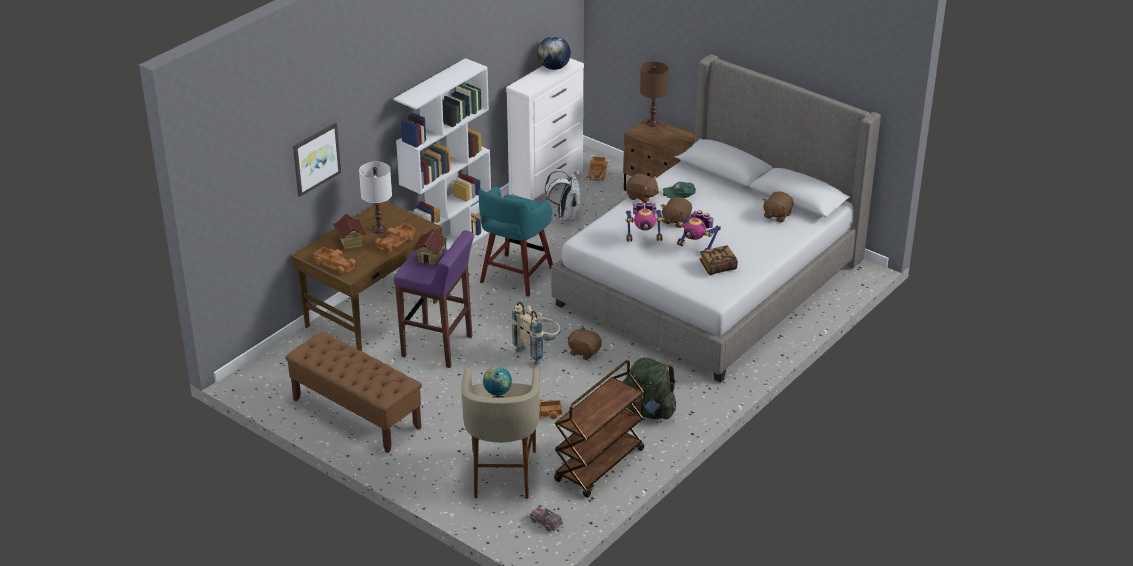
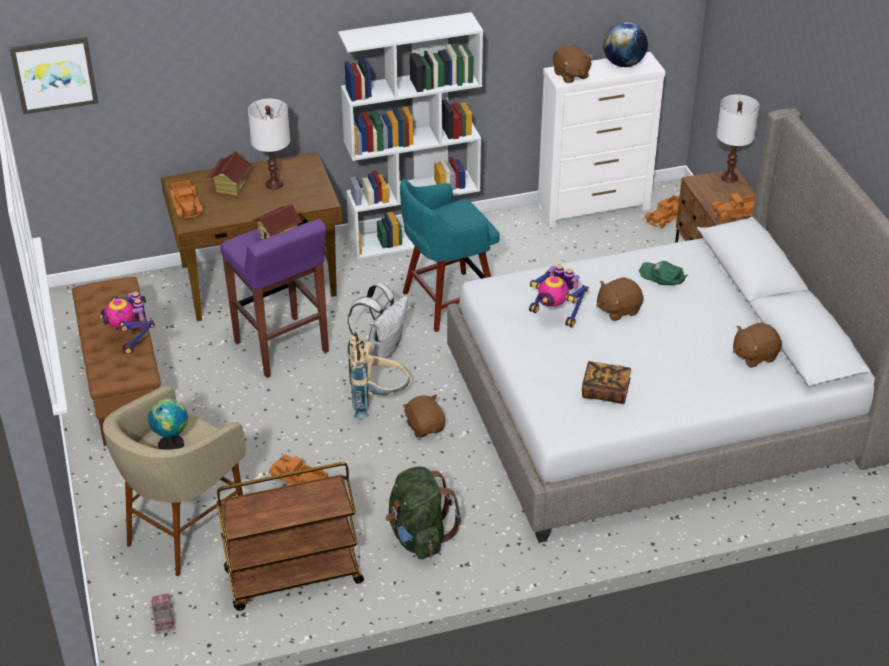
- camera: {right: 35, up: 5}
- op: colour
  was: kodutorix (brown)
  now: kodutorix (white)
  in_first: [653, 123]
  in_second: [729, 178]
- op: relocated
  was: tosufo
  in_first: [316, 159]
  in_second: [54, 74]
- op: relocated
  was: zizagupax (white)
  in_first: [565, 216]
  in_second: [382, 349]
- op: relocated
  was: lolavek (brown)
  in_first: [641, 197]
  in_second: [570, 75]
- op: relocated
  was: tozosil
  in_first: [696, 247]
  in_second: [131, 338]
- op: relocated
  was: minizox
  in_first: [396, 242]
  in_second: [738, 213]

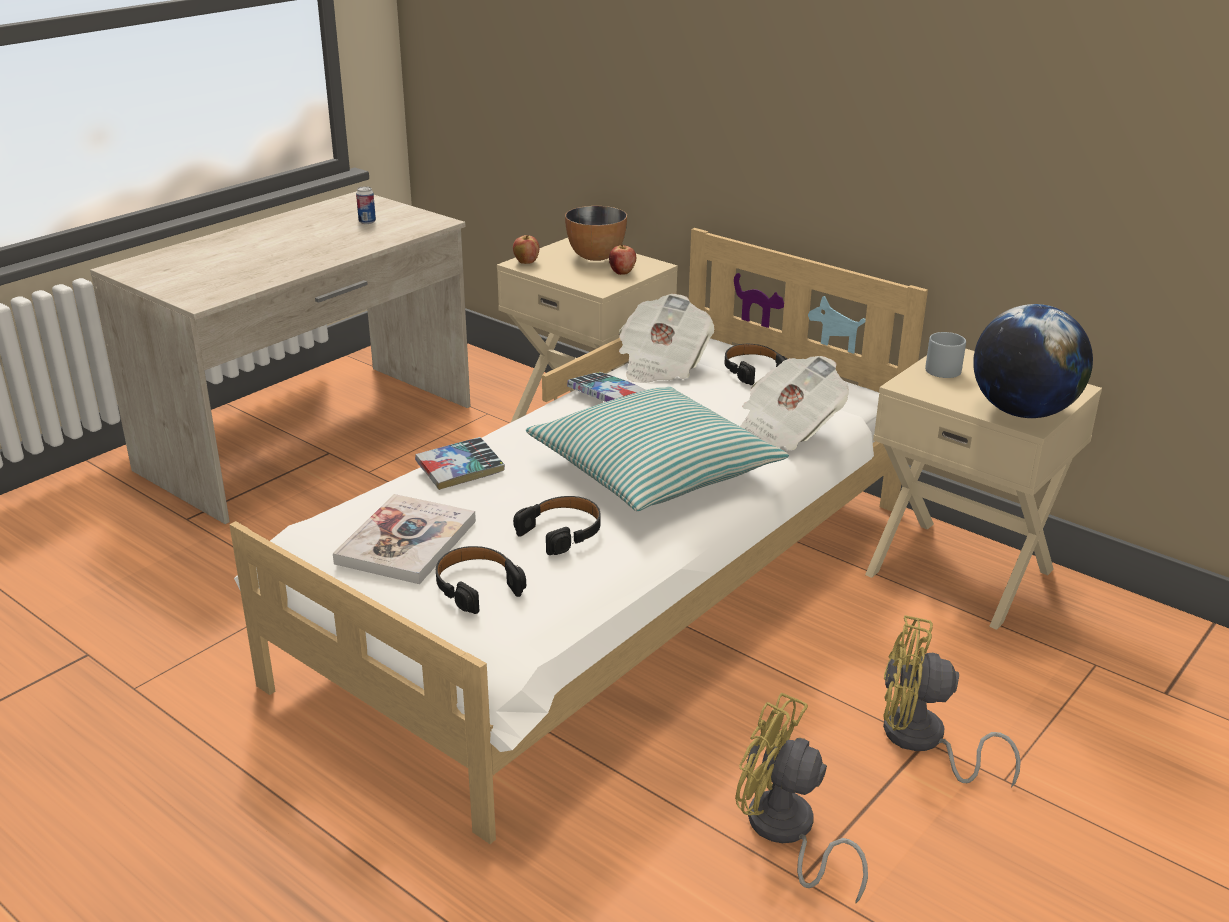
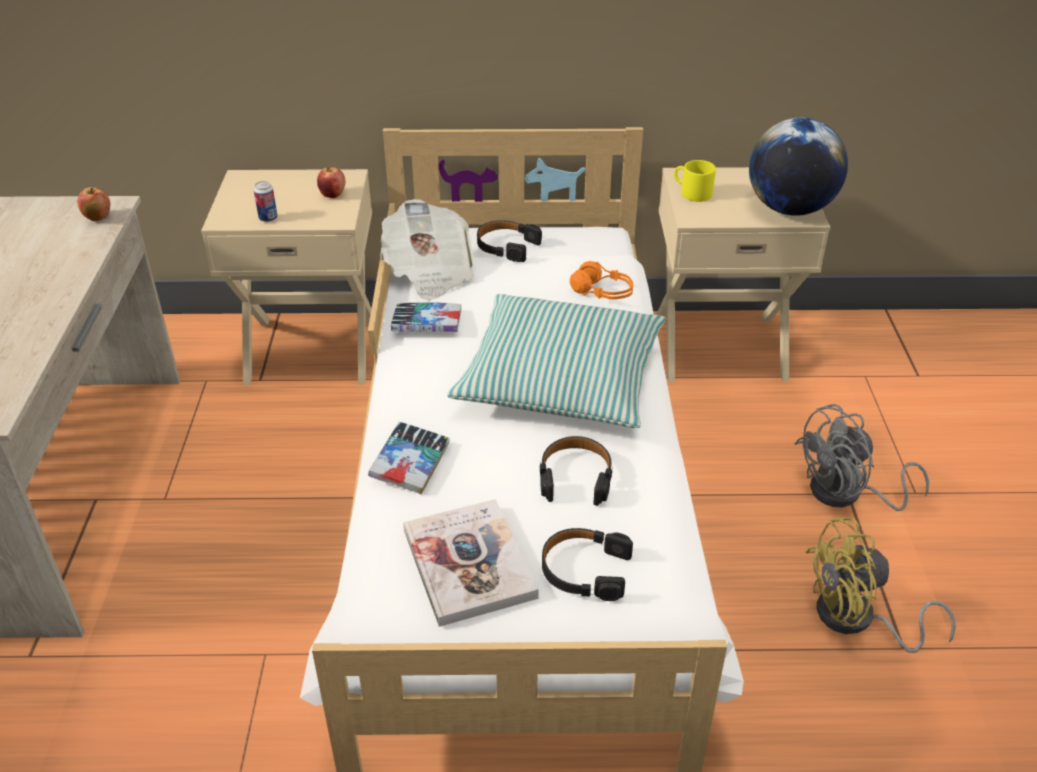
- camera: {right: -40, up: 10}
- op: relocated
  was: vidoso
  in_first: [367, 222]
  in_second: [268, 218]
- op: missing
  was: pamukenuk
  in_first: [595, 256]
- op: relocated
  was: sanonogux
  in_first: [526, 262]
  in_second: [98, 218]
- op: colour
  was: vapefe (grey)
  now: vapefe (yellow)
  in_first: [939, 368]
  in_second: [691, 193]
- op: exchanged
  was: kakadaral
  now: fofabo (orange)
  in_first: [786, 430]
  in_second: [602, 292]
- op: colour
  was: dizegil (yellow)
  now: dizegil (grey)
  in_first: [922, 741]
  in_second: [846, 494]

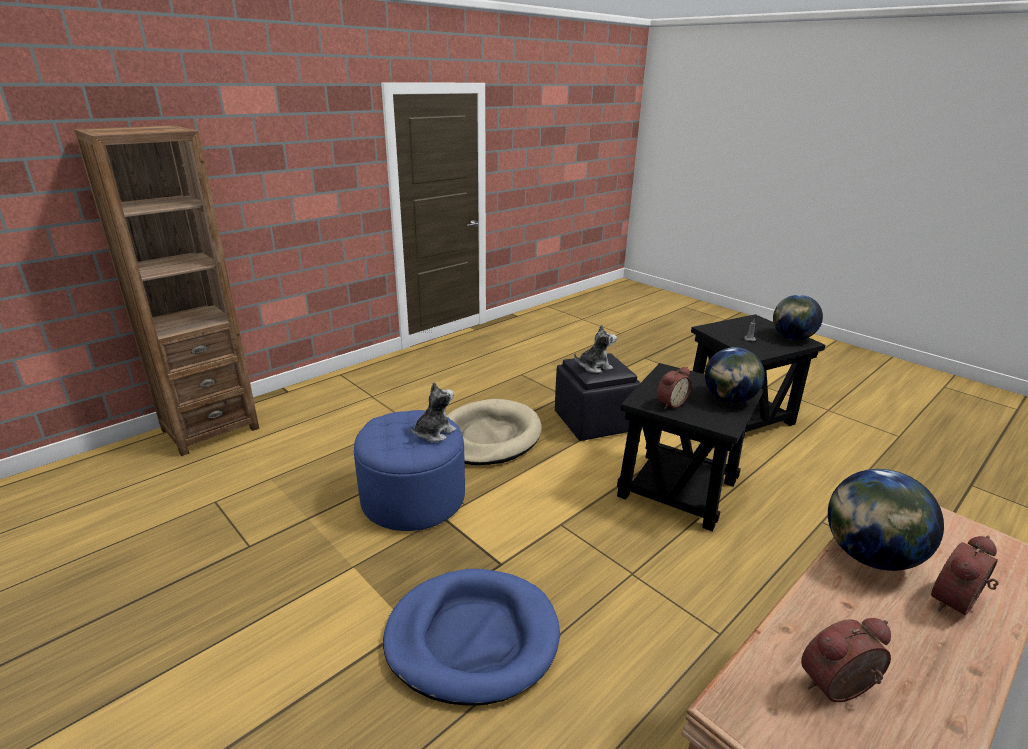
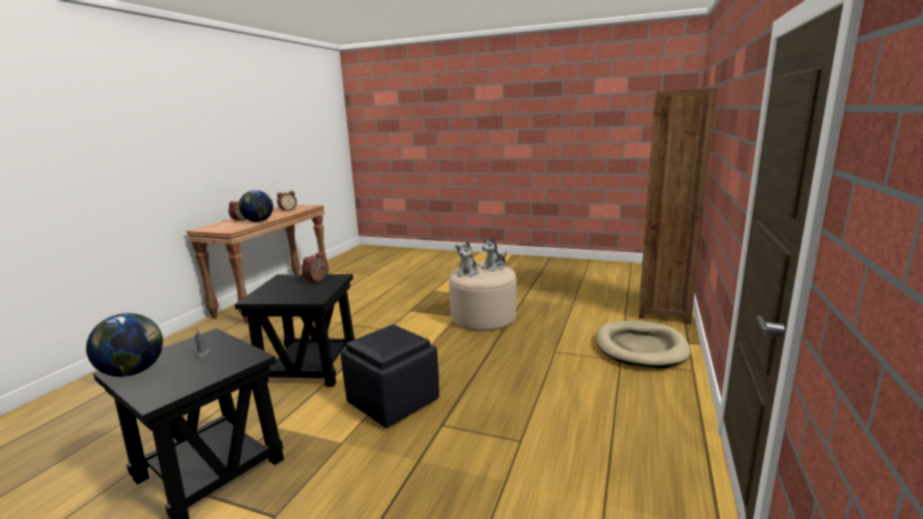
- camera: {right: 155, up: -10}
- op: relocated
  was: lolavek
  in_first: [594, 367]
  in_second: [494, 267]
- op: missing
  was: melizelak
  in_first: [729, 399]
- op: relocated
  was: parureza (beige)
  in_first: [488, 436]
  in_second: [640, 347]
- op: colour
  was: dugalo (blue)
  now: dugalo (beige)
  in_first: [413, 498]
  in_second: [483, 317]
- op: missing
  was: parureza (blue)
  in_first: [472, 638]

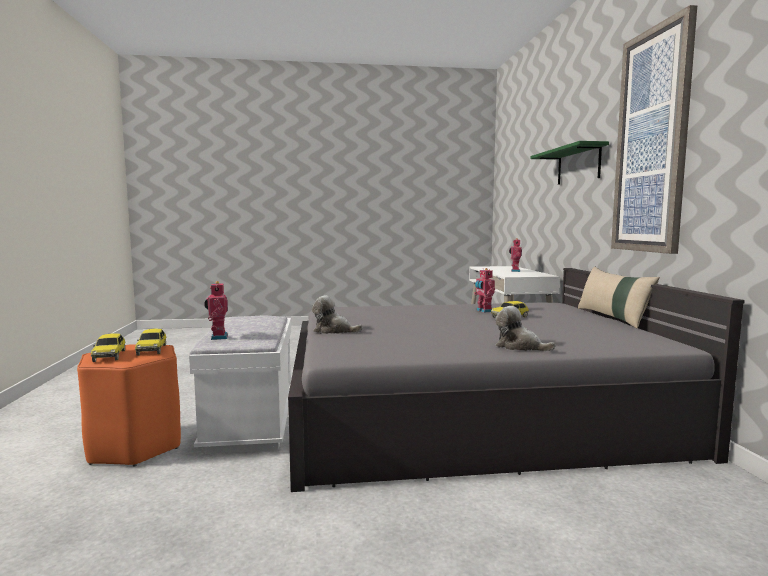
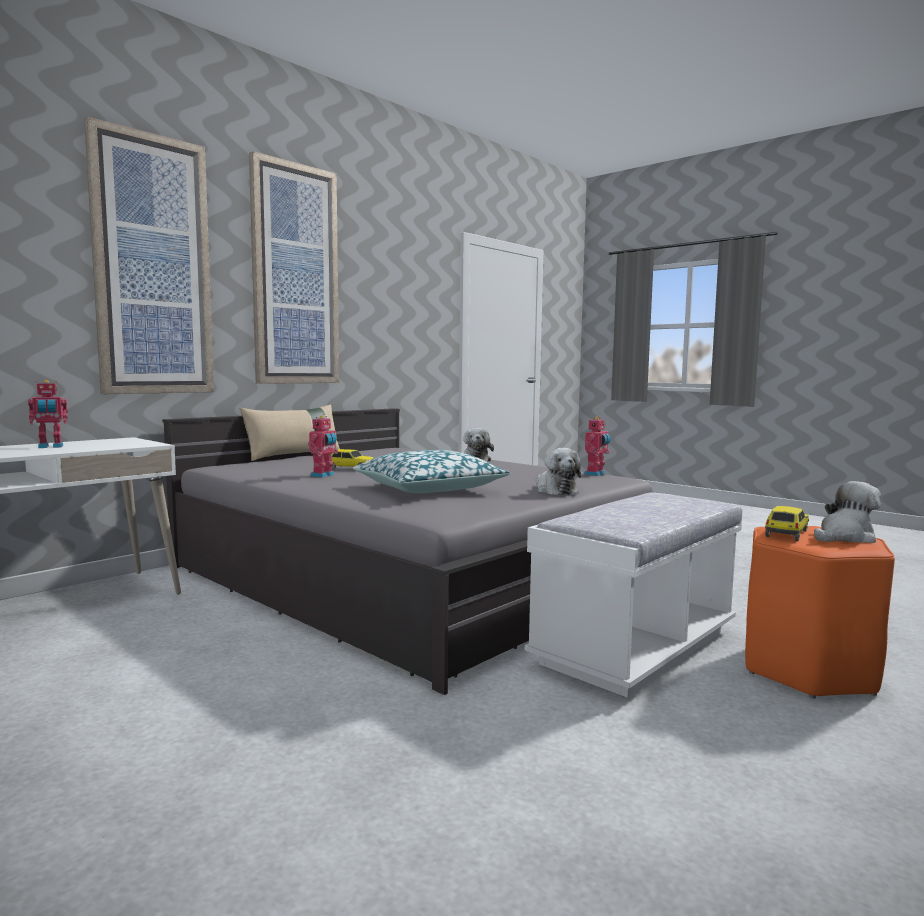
- camera: {right: -130, up: 0}
- op: exchanged
  was: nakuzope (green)
  now: tosufo
  in_first: [578, 165]
  in_second: [152, 266]
- op: relocated
  was: tozosil
  in_first: [217, 337]
  in_second: [596, 474]
- op: exchanged
  was: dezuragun
  now: lolavek
  in_first: [109, 356]
  in_second: [845, 537]
- op: appeared
  now: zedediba
  in_second: [429, 488]

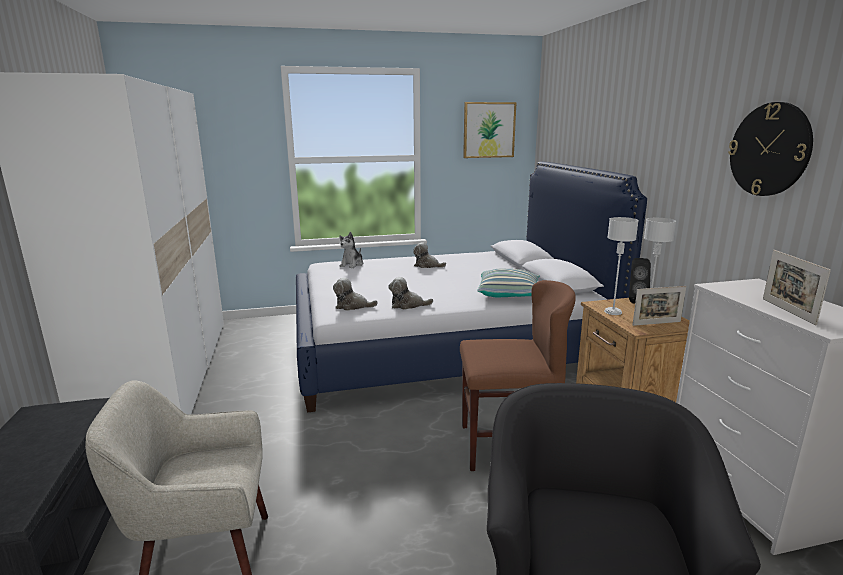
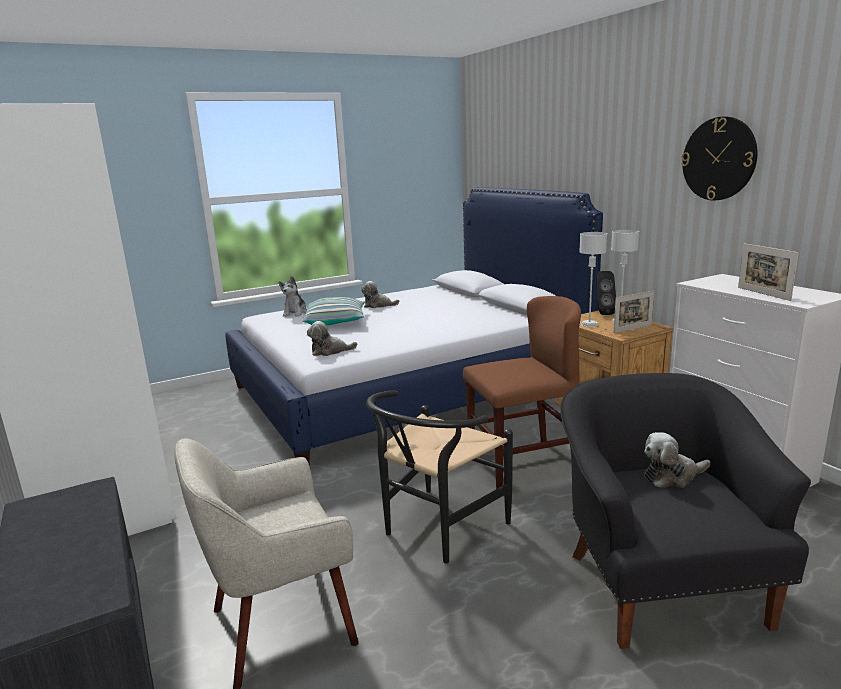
- camera: {right: -15, up: 0}
- op: missing
  was: tosufo
  in_first: [489, 130]
- op: relocated
  was: zedediba
  in_first: [508, 294]
  in_second: [335, 322]
- op: relocated
  was: lolavek
  in_first: [407, 305]
  in_second: [672, 476]
- op: appeared
  now: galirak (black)
  in_second: [437, 530]

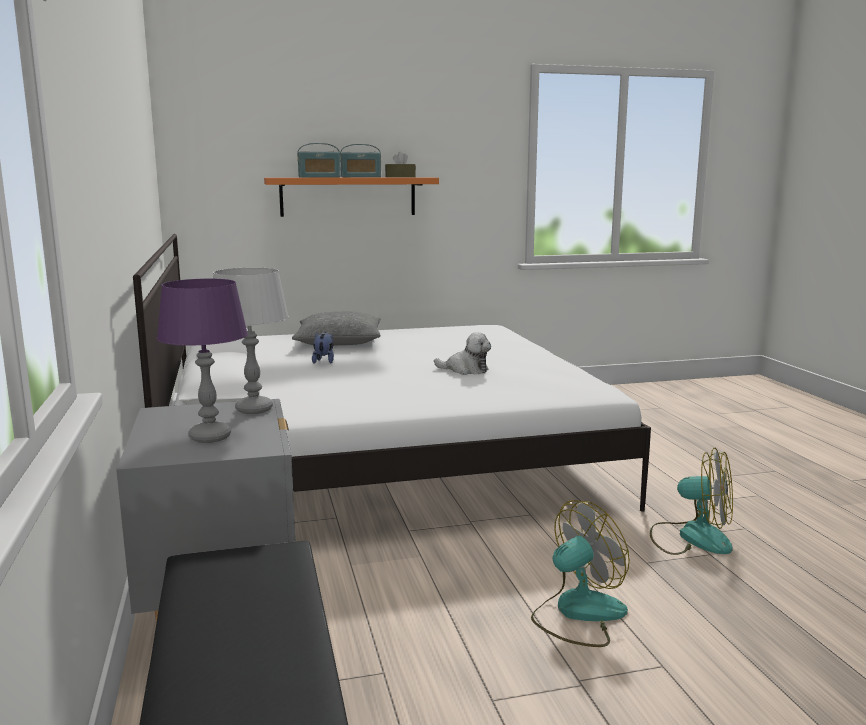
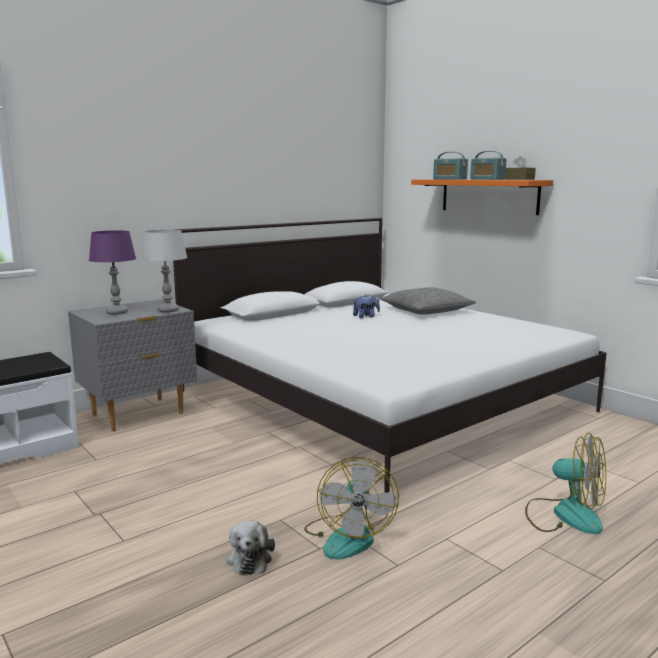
- camera: {right: 65, up: 0}
- op: relocated
  was: lolavek
  in_first: [465, 370]
  in_second: [249, 558]
- op: relocated
  was: dizegil
  in_first: [578, 613]
  in_second: [565, 515]

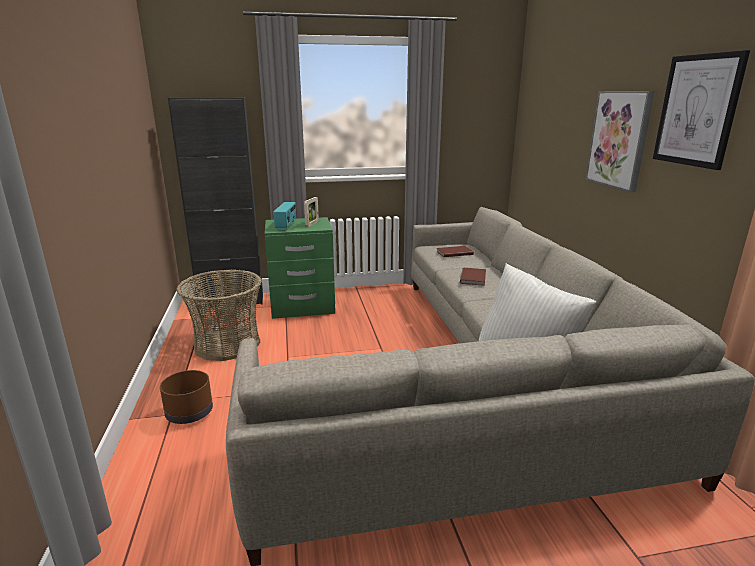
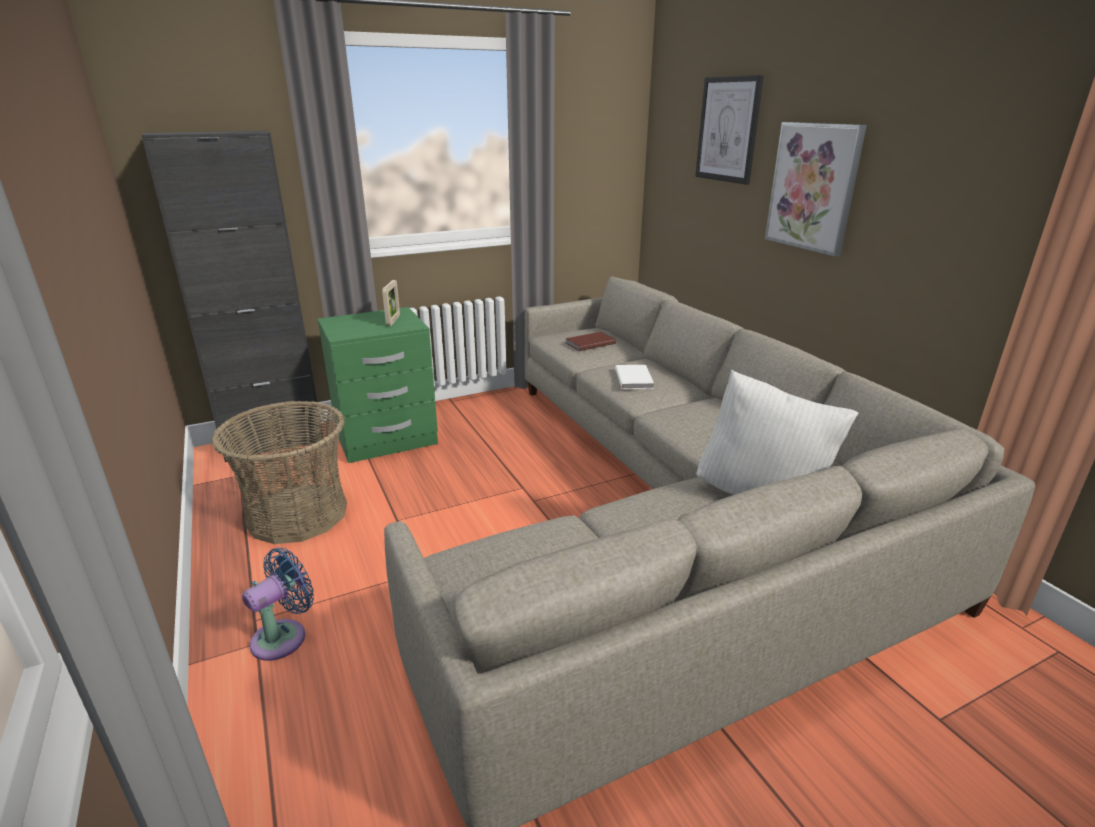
- camera: {right: -15, up: 5}
- op: relocated
  was: tosufo
  in_first: [697, 110]
  in_second: [728, 129]
- op: missing
  was: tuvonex
  in_first: [286, 225]
- op: colour
  was: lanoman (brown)
  now: lanoman (white)
  in_first: [474, 278]
  in_second: [634, 378]
- op: exchanged
  was: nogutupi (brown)
  now: dizegil (blue)
  in_first: [189, 413]
  in_second: [284, 636]

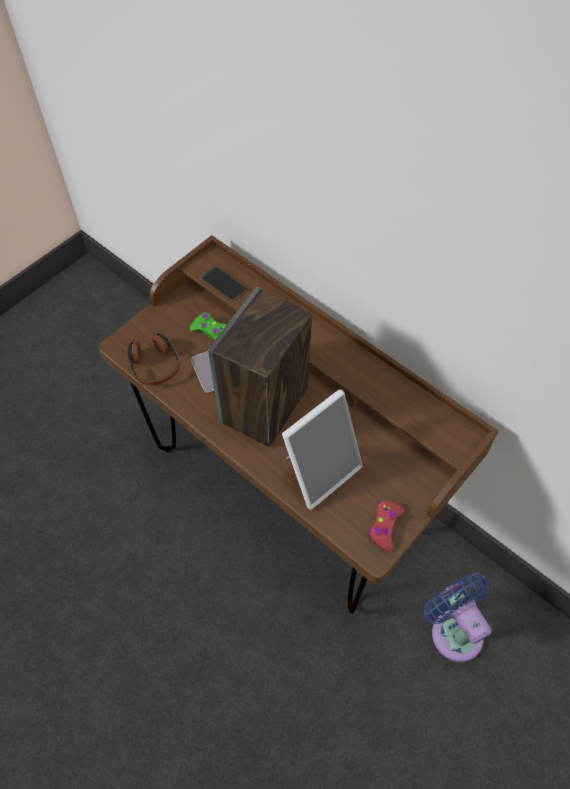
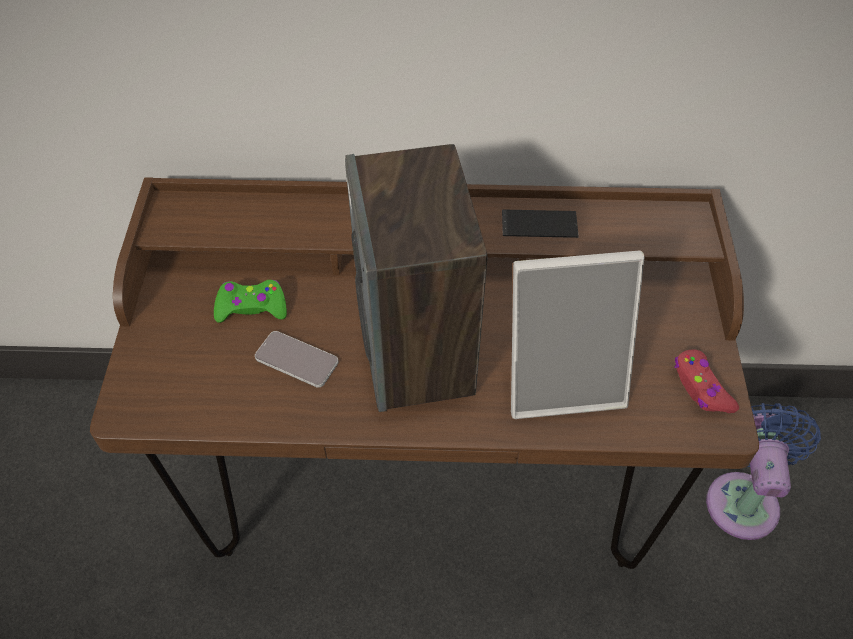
- camera: {right: -40, up: -5}
- op: relocated
  was: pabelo
  in_first: [223, 283]
  in_second: [539, 224]
- op: missing
  was: fofabo
  in_first: [154, 363]
- op: spun
  was: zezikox
  in_first: [319, 470]
  in_second: [562, 378]
  clockwise: 75
- op: spun
  was: dizegil (blue)
  in_first: [453, 629]
  in_second: [741, 497]
  clockwise: 75

